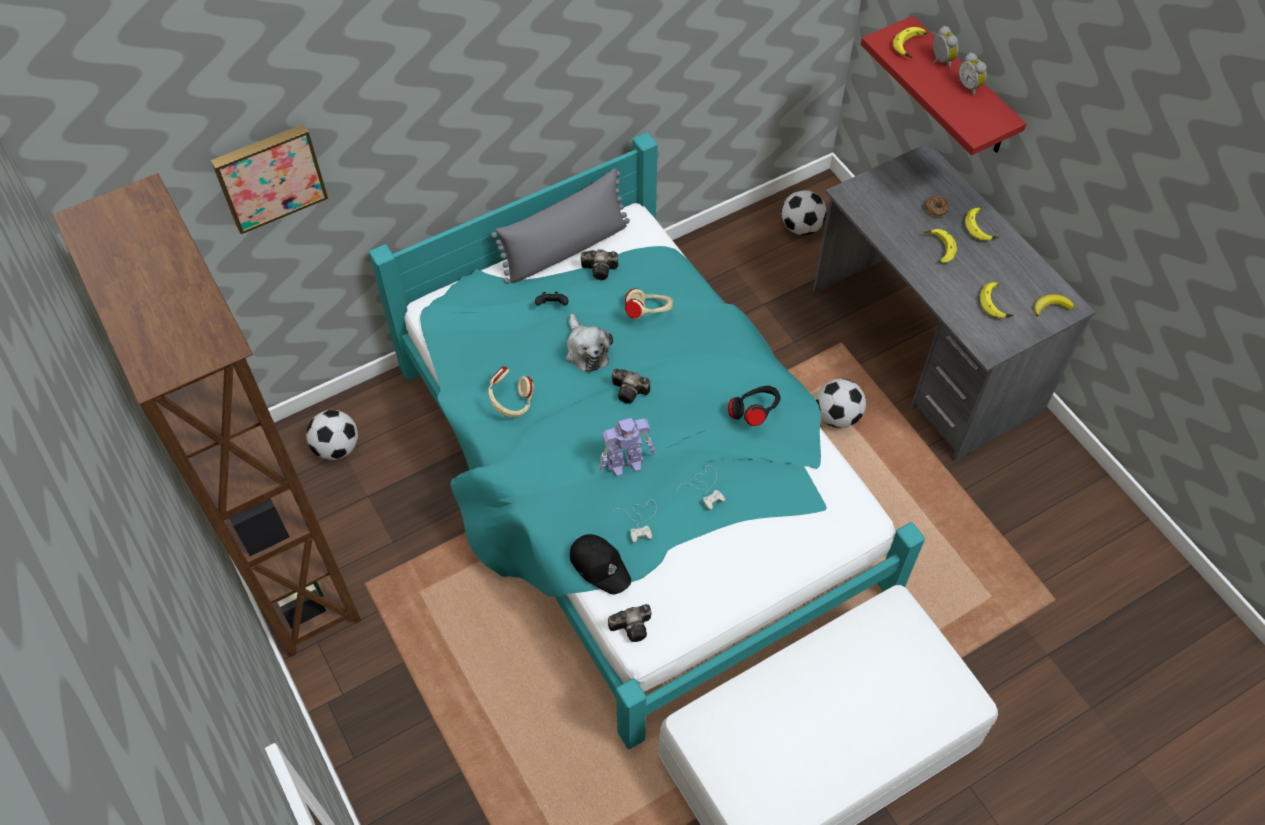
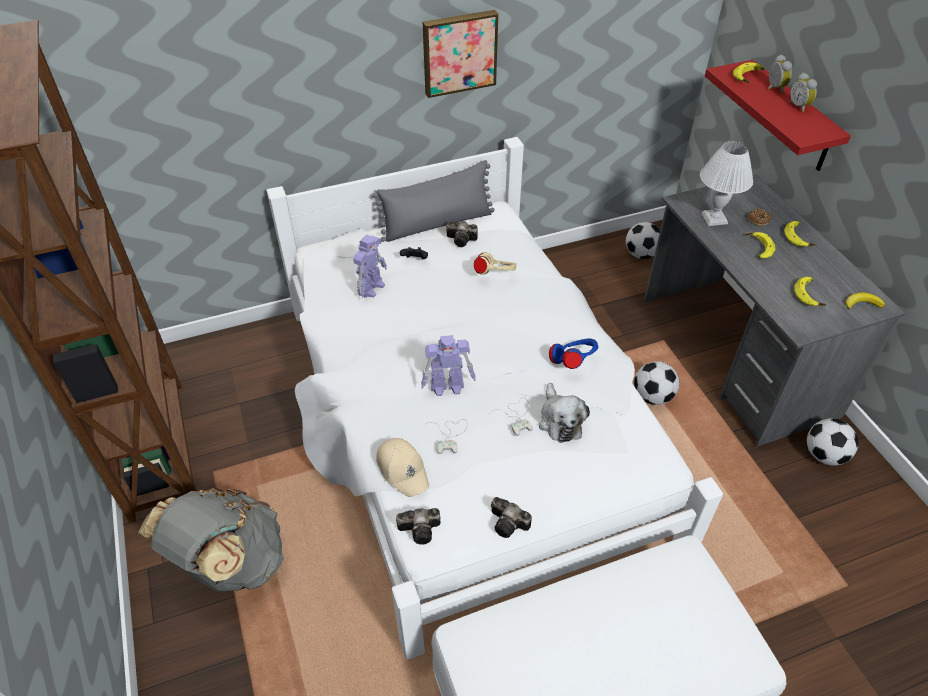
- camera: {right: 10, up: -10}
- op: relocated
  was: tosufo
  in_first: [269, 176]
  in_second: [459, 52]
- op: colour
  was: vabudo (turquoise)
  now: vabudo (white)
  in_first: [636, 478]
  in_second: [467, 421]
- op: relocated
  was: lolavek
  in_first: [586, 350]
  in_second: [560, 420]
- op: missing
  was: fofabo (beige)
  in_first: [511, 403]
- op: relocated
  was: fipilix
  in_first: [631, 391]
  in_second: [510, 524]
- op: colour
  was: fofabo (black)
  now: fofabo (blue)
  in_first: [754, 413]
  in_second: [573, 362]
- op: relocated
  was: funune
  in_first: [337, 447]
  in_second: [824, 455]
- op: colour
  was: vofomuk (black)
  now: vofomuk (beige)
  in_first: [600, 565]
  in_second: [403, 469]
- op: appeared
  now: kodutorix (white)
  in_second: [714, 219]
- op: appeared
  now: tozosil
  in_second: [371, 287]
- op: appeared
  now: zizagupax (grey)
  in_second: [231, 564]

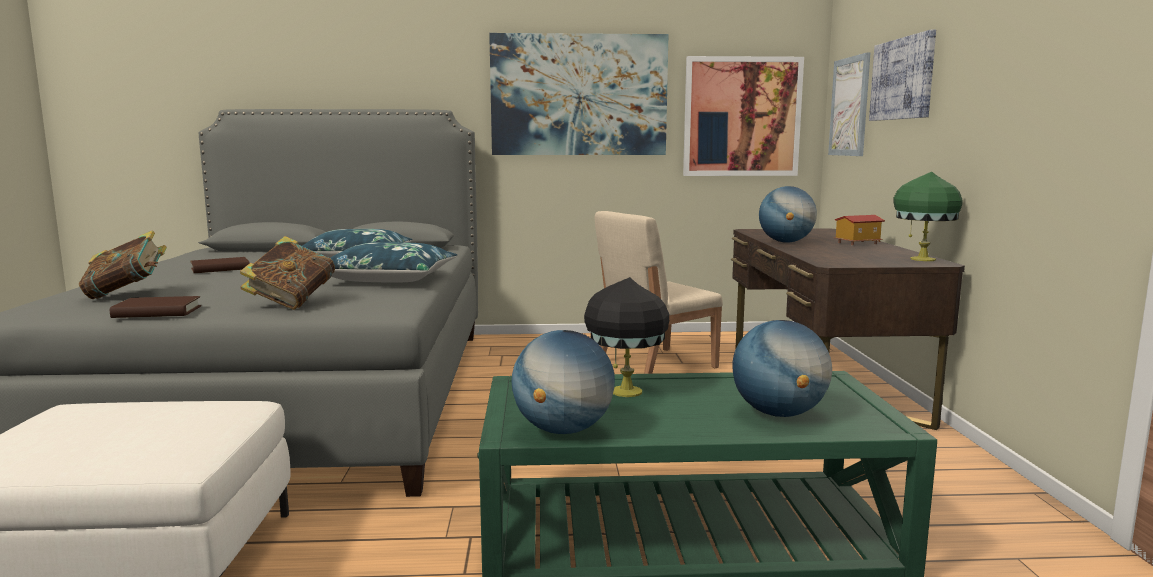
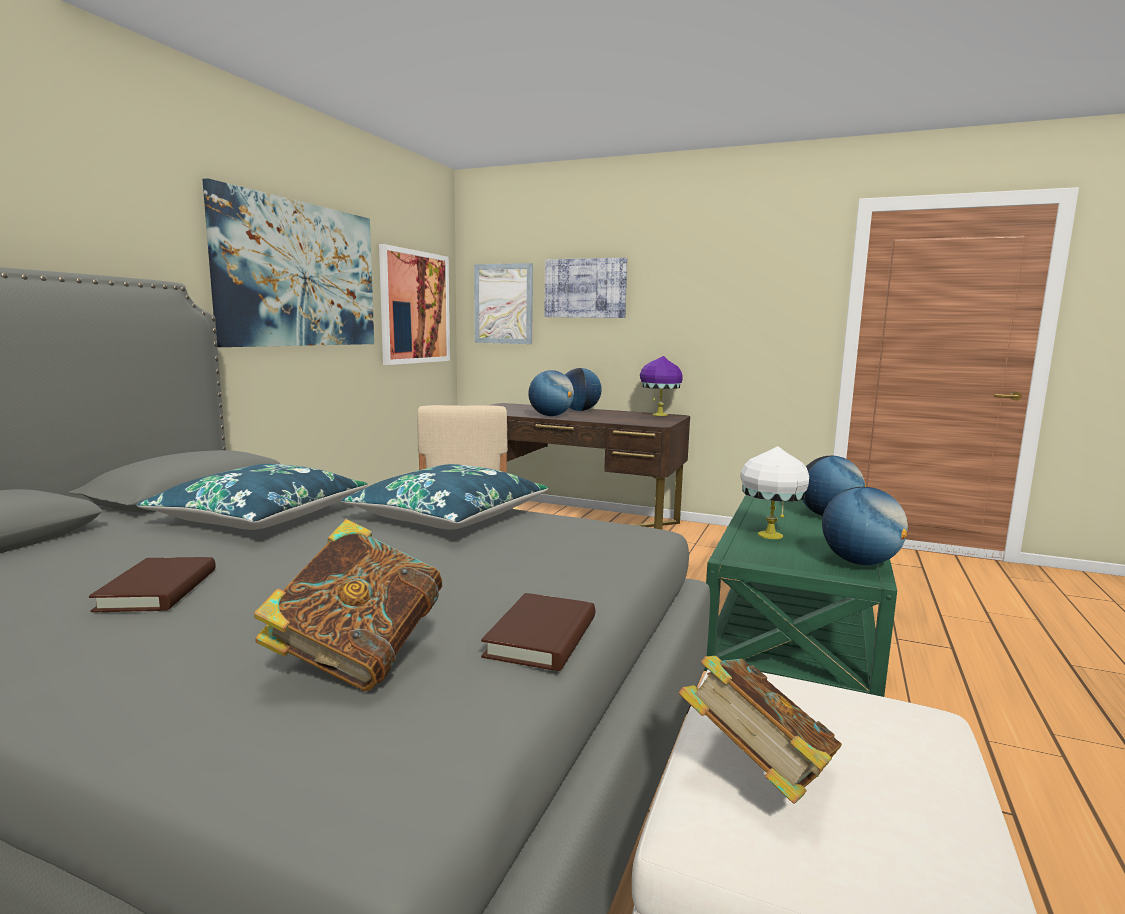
- camera: {right: -65, up: 0}
- op: colour
  was: kodutorix (green)
  now: kodutorix (purple)
  in_first: [922, 259]
  in_second: [659, 414]
- op: exchanged
  was: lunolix
  now: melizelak
  in_first: [857, 243]
  in_second: [579, 410]
- op: relocated
  was: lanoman
  in_first: [291, 303]
  in_second: [756, 772]
- op: colour
  was: kodutorix (black)
  now: kodutorix (white)
  in_first: [624, 391]
  in_second: [769, 536]

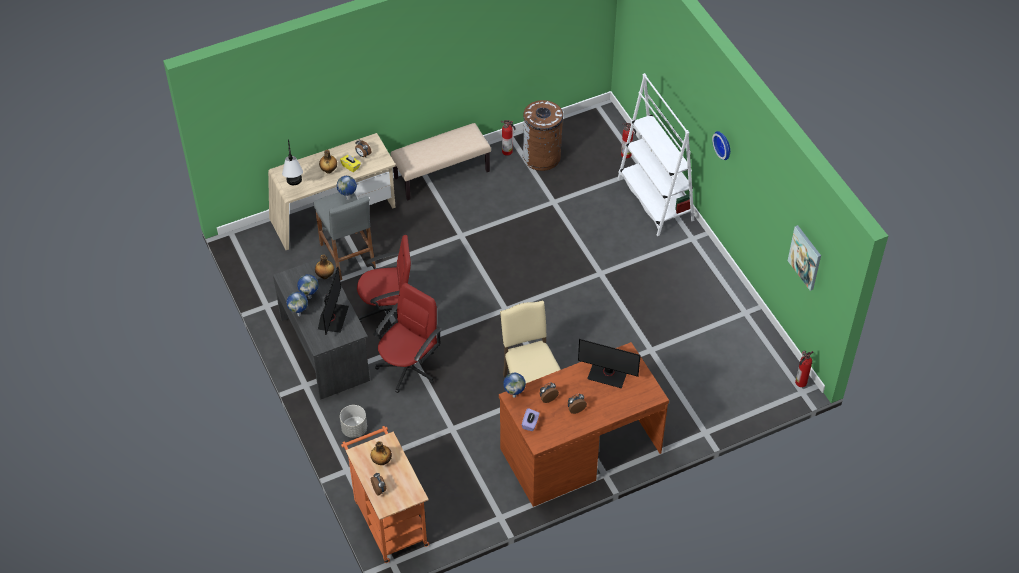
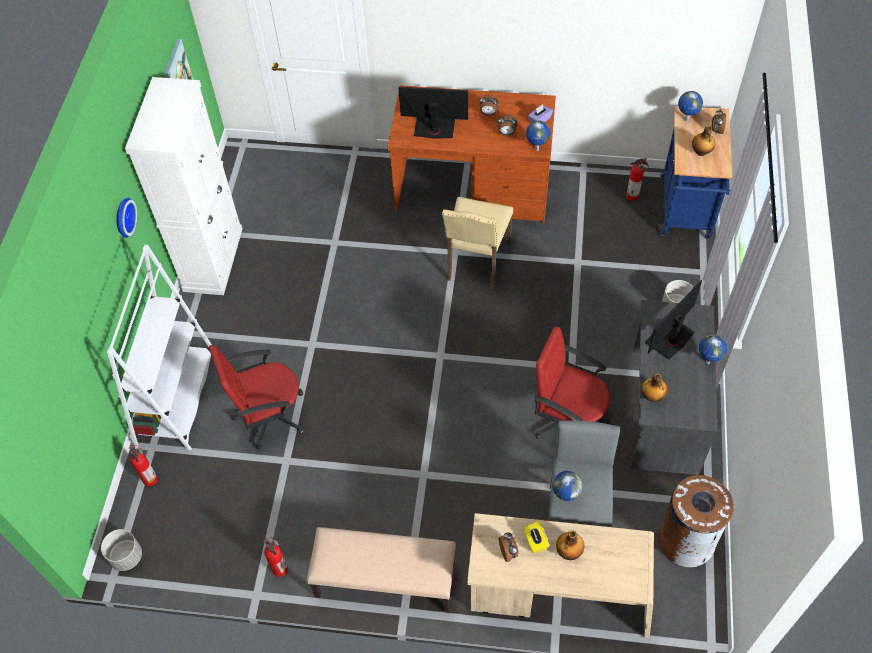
- camera: {right: -145, up: 5}
- op: relocated
  was: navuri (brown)
  in_first: [541, 157]
  in_second: [686, 540]
- op: missing
  was: kodutorix
  in_first: [294, 187]
- op: relocated
  was: melizelak
  in_first: [310, 297]
  in_second: [686, 120]
- op: relocated
  was: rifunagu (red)
  in_first: [408, 367]
  in_second: [269, 416]
- op: spun
  was: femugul
  in_first: [608, 374]
  in_second: [434, 128]
  clockwise: -45
- op: relocated
  was: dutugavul
  in_first: [800, 383]
  in_second: [633, 196]
- op: colour
  was: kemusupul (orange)
  now: kemusupul (blue)
  in_first: [388, 519]
  in_second: [685, 212]
- op: appeared
  now: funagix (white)
  in_second: [213, 259]
- op: appeared
  now: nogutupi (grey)
  in_second: [127, 556]

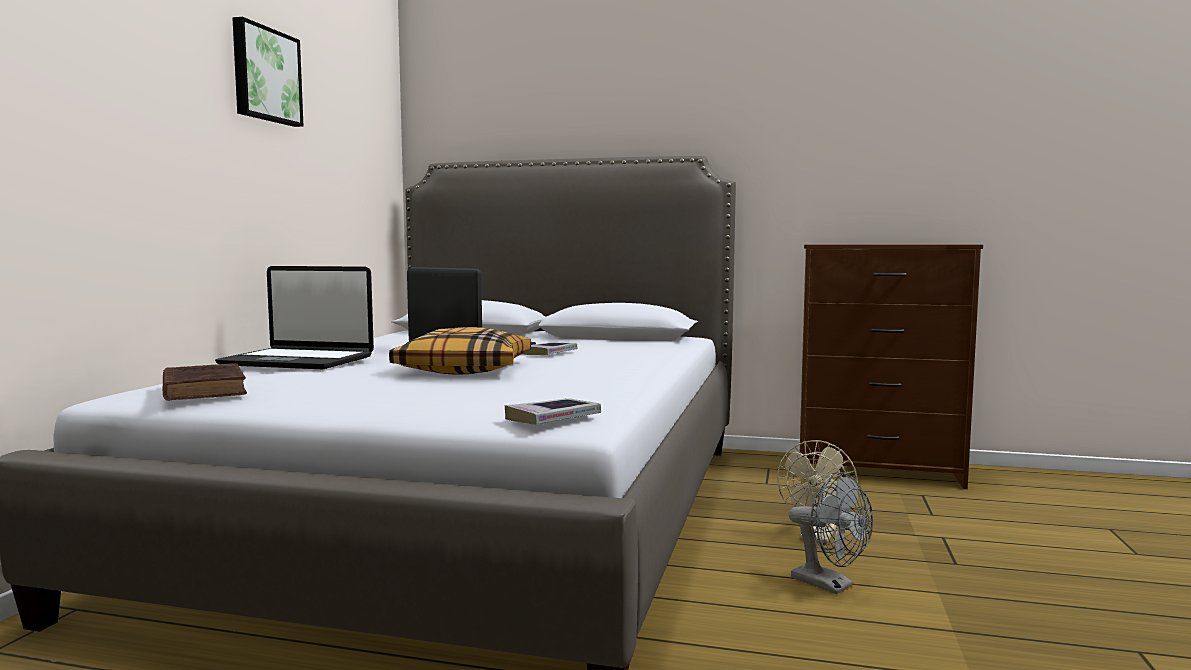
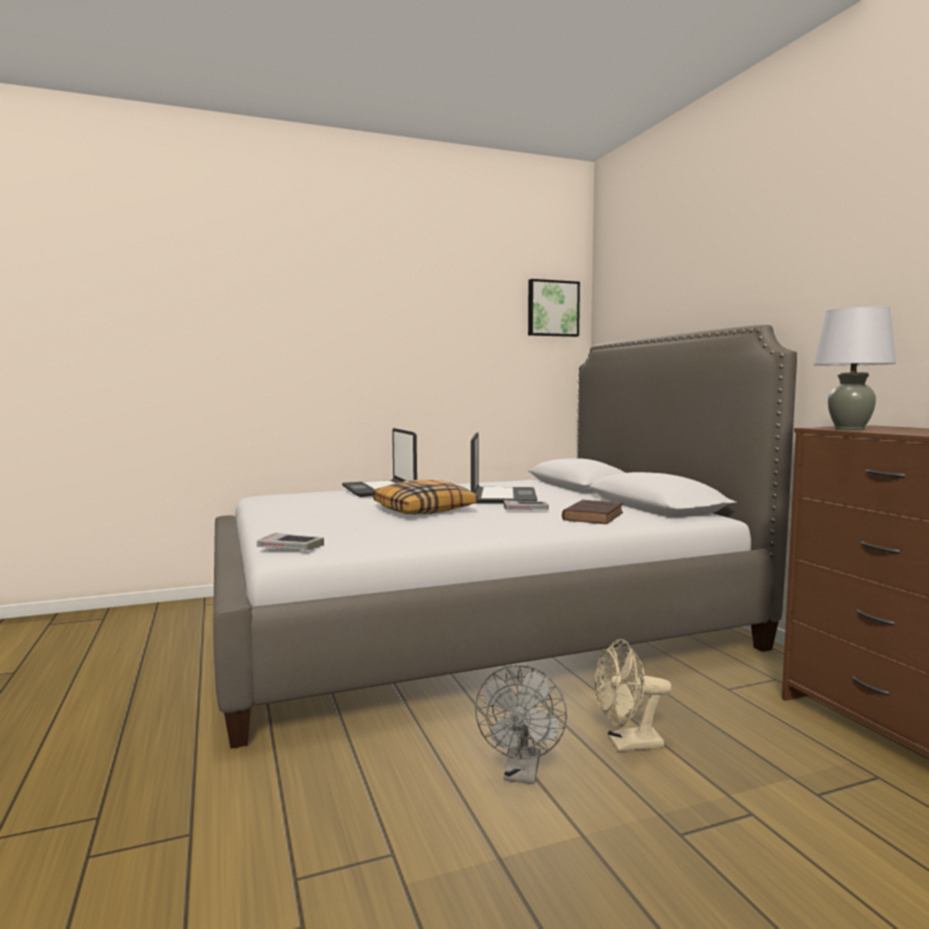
- camera: {right: 55, up: 0}
- op: relocated
  was: tosufo
  in_first: [265, 75]
  in_second: [552, 308]
- op: relocated
  was: lanoman (brown)
  in_first: [203, 389]
  in_second: [593, 516]
- op: appeared
  now: kodutorix (grey)
  in_second: [849, 429]

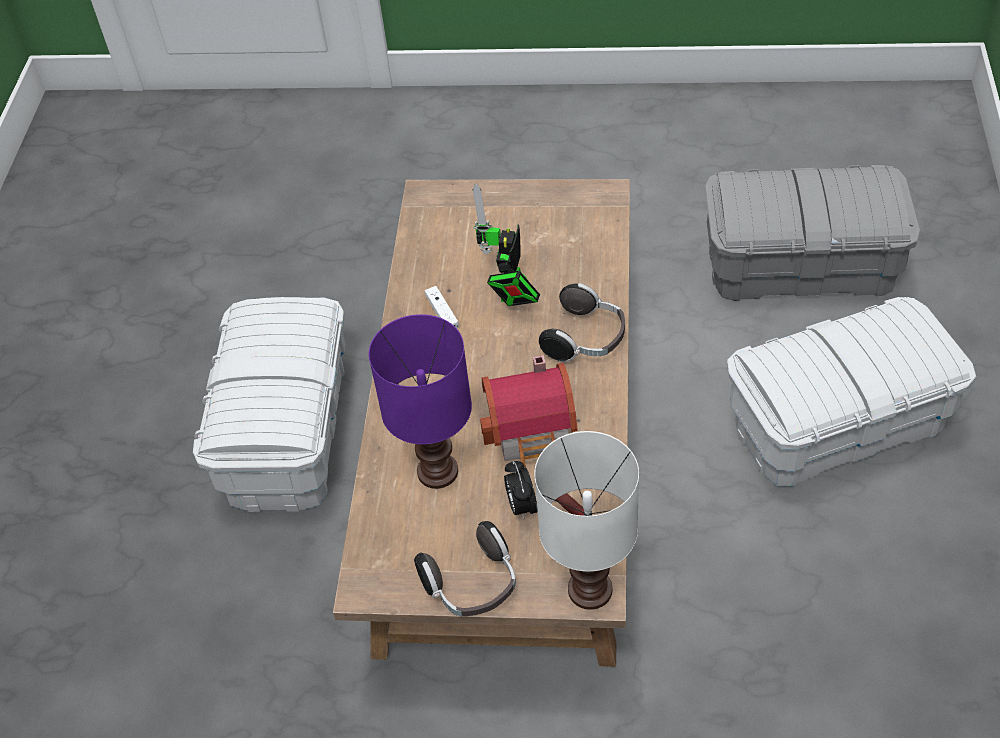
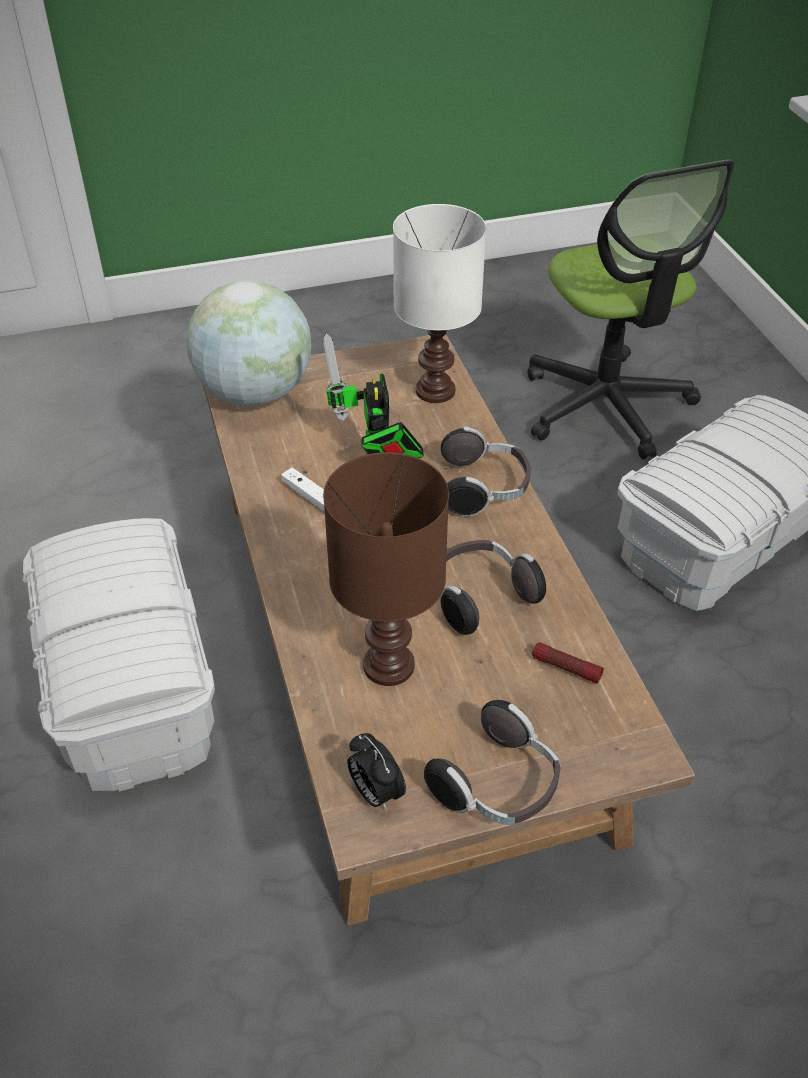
- camera: {right: -25, up: -5}
- op: exchanged
  was: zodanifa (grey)
  now: rifunagu
  in_first: [801, 266]
  in_second: [606, 405]
- op: colour
  was: kodutorix (purple)
  now: kodutorix (brown)
  in_first: [436, 472]
  in_second: [387, 667]
- op: exchanged
  was: lunolix
  now: fofabo
  in_first: [534, 434]
  in_second: [479, 597]
- op: relocated
  was: kodutorix (white)
  in_first: [590, 592]
  in_second: [436, 392]
- op: relocated
  was: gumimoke
  in_first: [521, 506]
  in_second: [375, 793]
- op: appeared
  now: melizelak
  in_second: [255, 393]

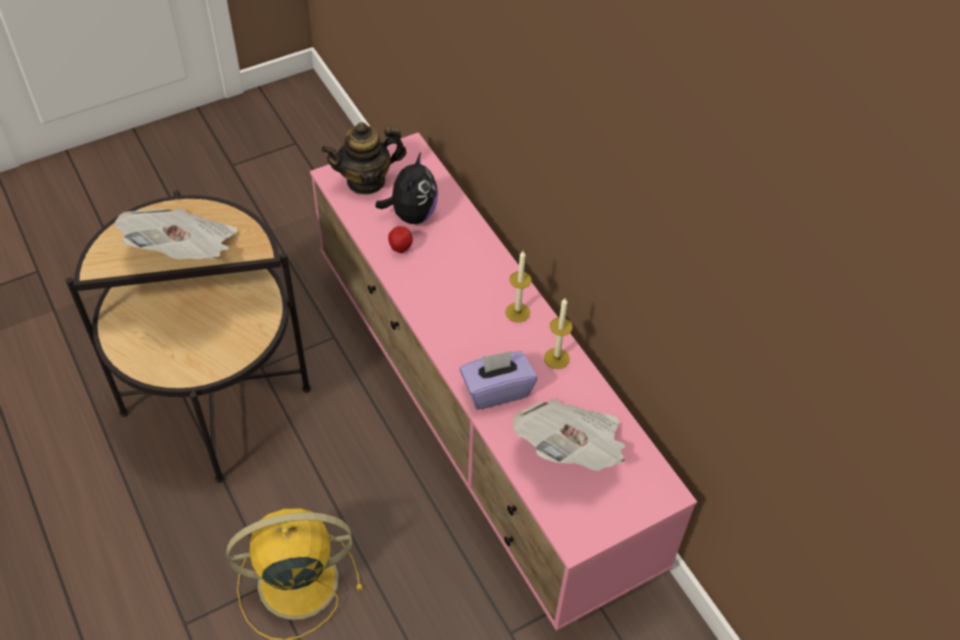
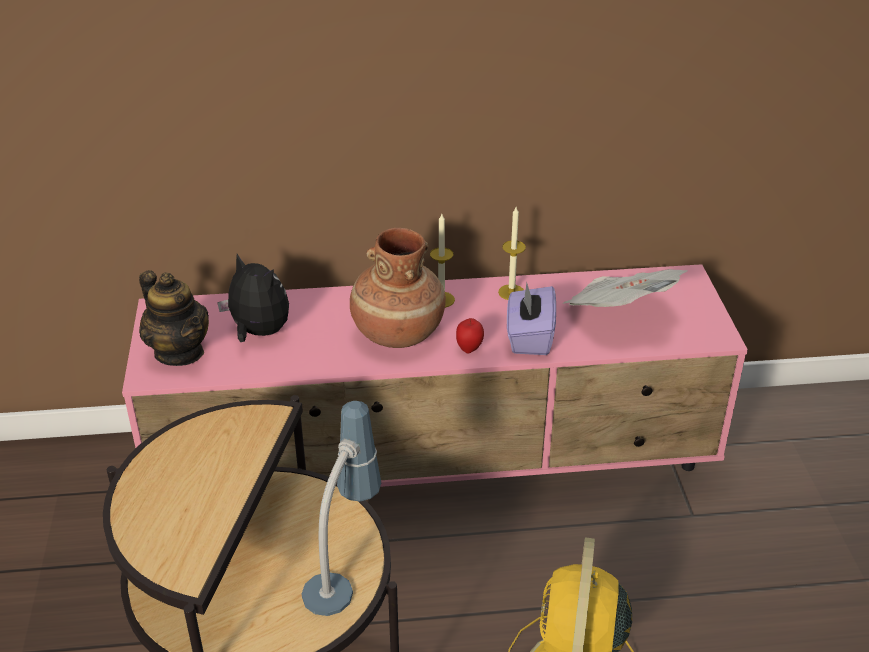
- camera: {right: -65, up: -15}
- op: spun
  was: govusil
  in_first: [366, 181]
  in_second: [179, 352]
  clockwise: -45
- op: missing
  was: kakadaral
  in_first: [185, 252]
- op: relocated
  was: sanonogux
  in_first: [400, 249]
  in_second: [469, 349]
- op: appeared
  now: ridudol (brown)
  in_second: [397, 333]
- op: appeared
  now: kodutorix
  in_second: [344, 570]

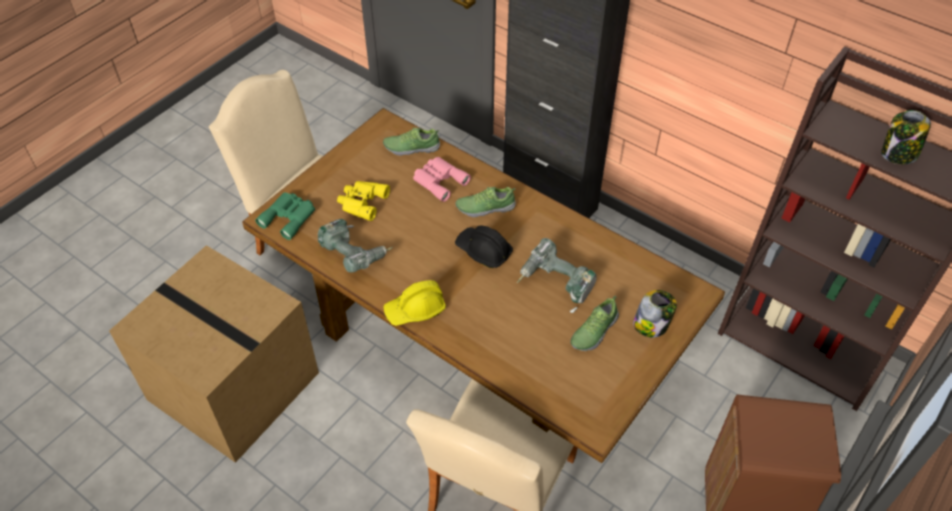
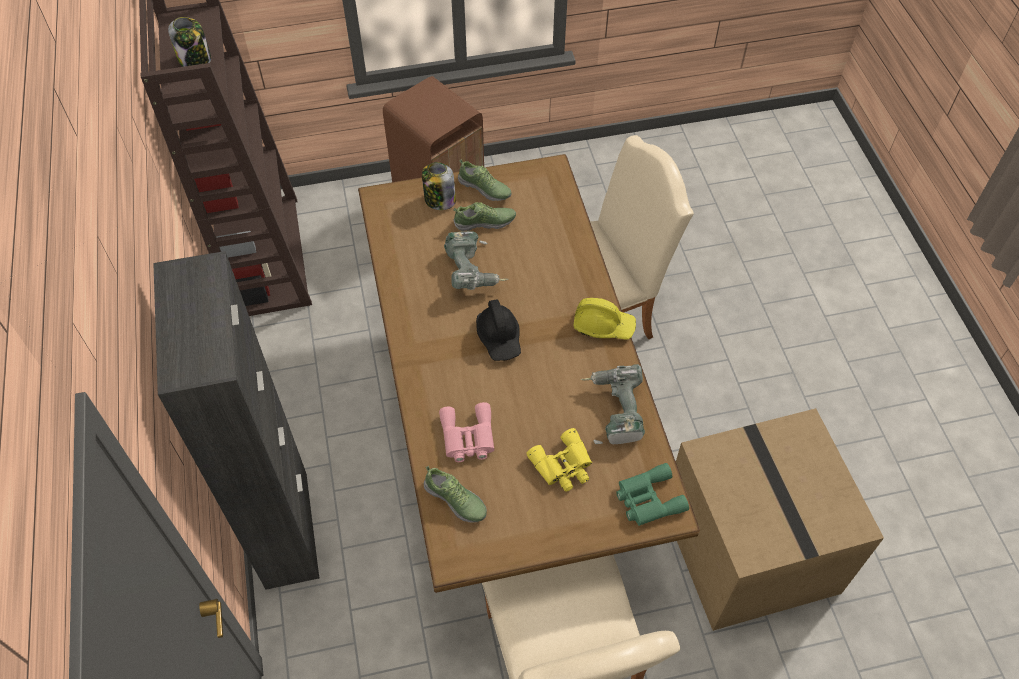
- camera: {right: -140, up: 5}
- op: relocated
  was: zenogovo
  in_first: [485, 207]
  in_second: [485, 188]

